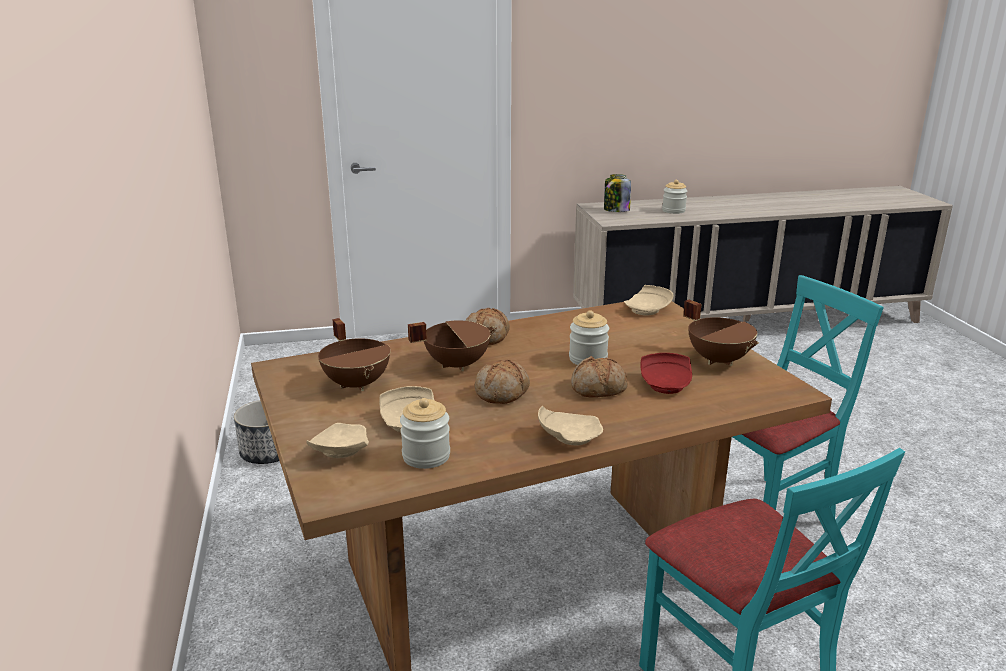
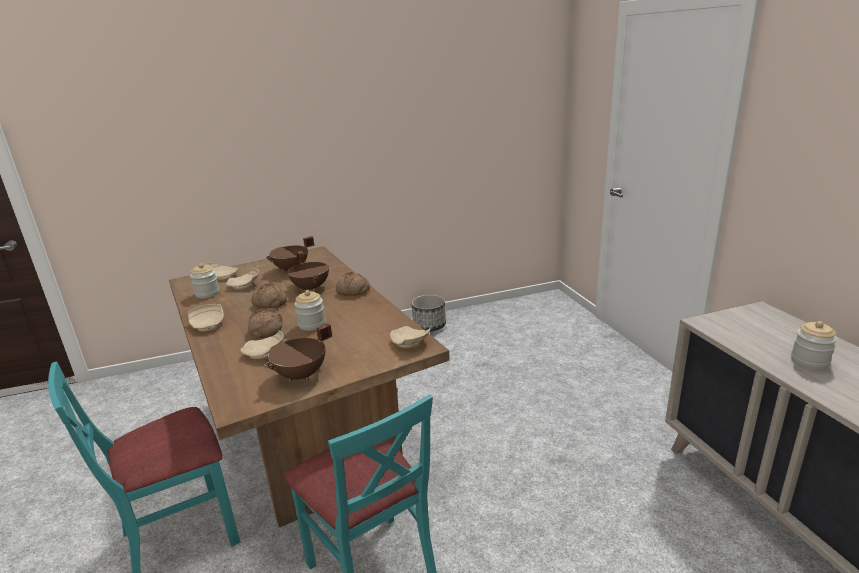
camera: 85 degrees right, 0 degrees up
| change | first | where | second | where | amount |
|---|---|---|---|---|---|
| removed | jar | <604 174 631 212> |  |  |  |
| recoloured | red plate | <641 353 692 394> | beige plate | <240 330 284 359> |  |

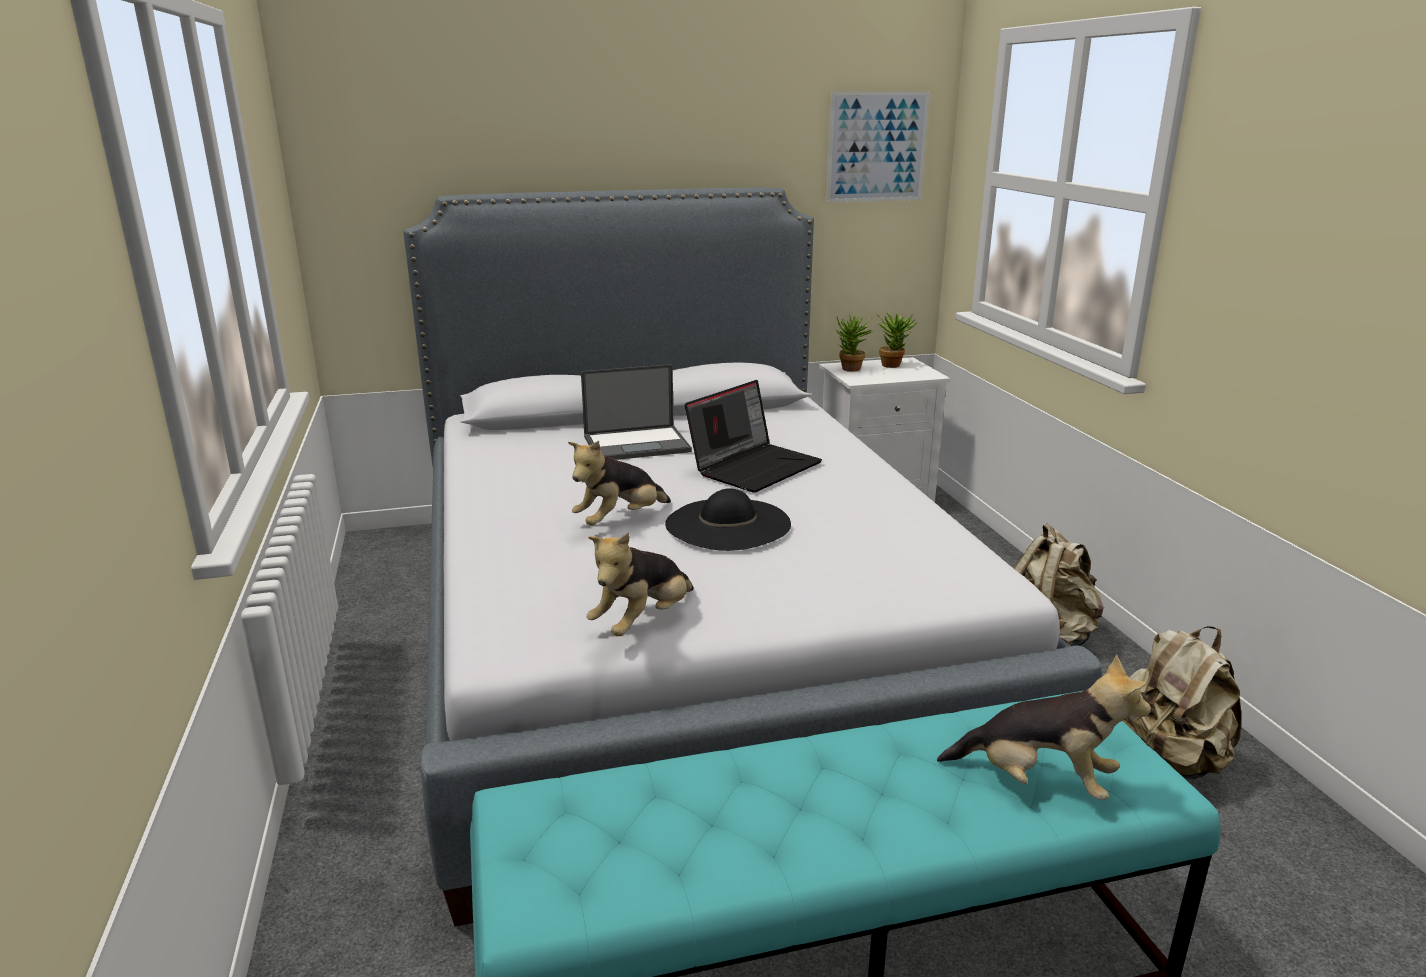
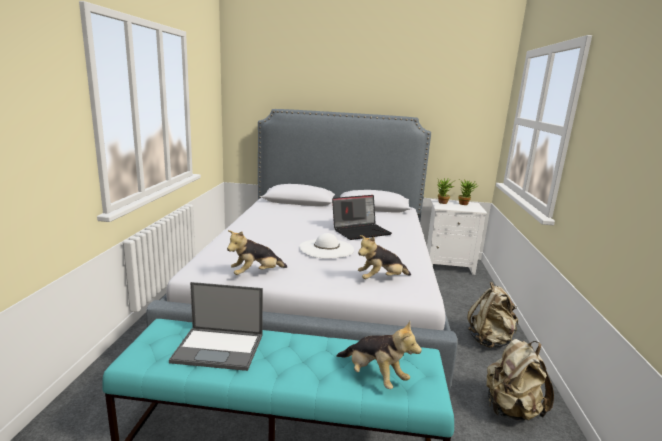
camera: 20 degrees right, 5 degrees down
| change | first | where | second | where | amount |
|---|---|---|---|---|---|
| moved | plush toy | <568 441 671 526> |  | <358 235 411 279> |  |
| moved | laptop | <581 364 692 460> |  | <169 282 263 371> |  |
| recoloured | black hat | <665 488 791 551> | white hat | <299 233 354 258> |  |
| removed | picture | <826 92 930 202> |  |  |  |

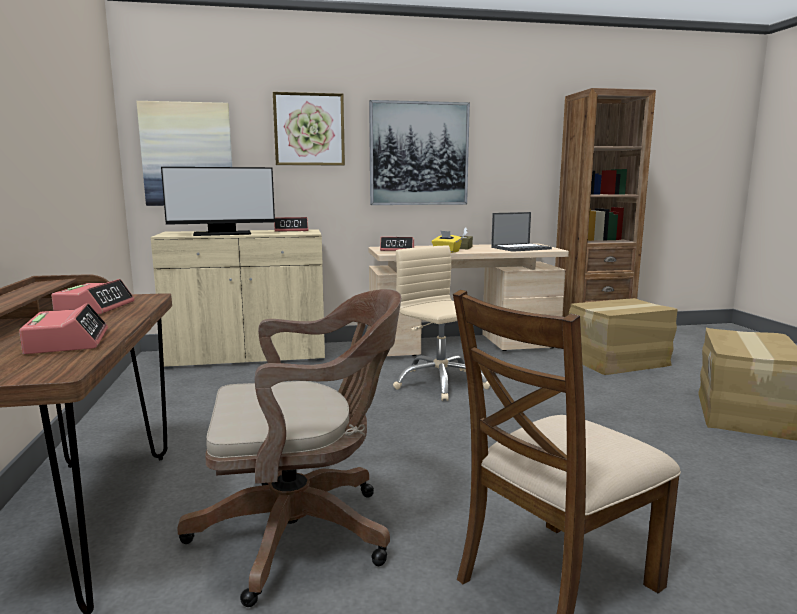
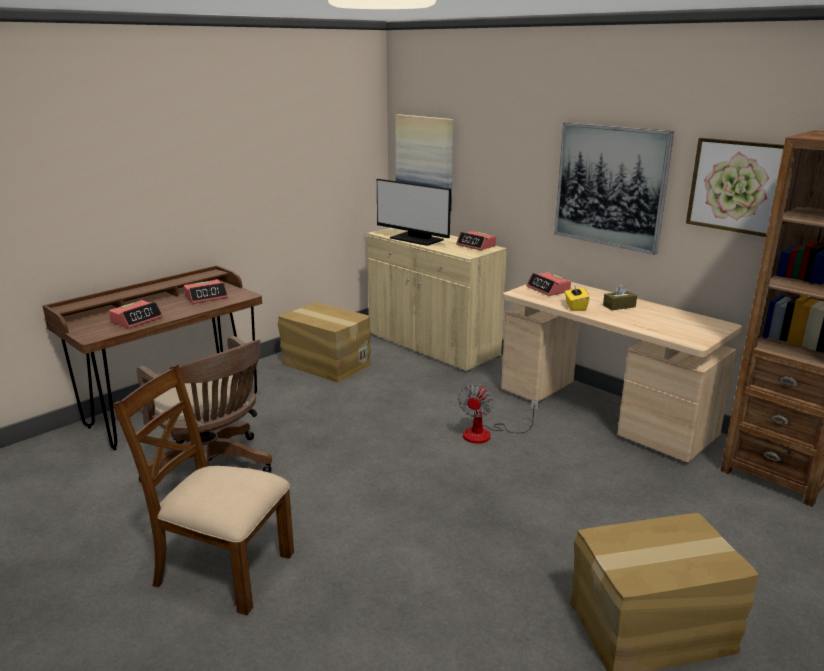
camera: 55 degrees right, 10 degrees up
| change | first | where | second | where | amount |
|---|---|---|---|---|---|
| moved | picture | <273 92 345 165> |  | <686 138 784 237> |  |
| replaced | beige office chair | <393 246 490 401> | fan | <458 384 539 444> |  |
| removed | laptop | <491 212 552 252> |  |  |  |
| moved | cardboard box | <569 298 678 375> |  | <278 302 371 382> |  |

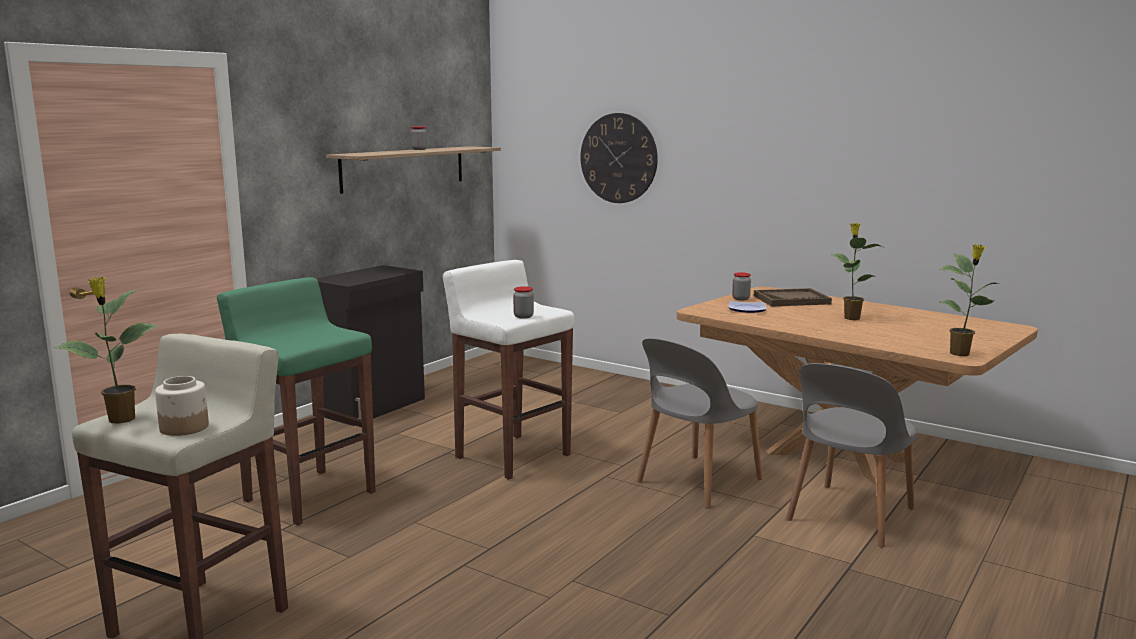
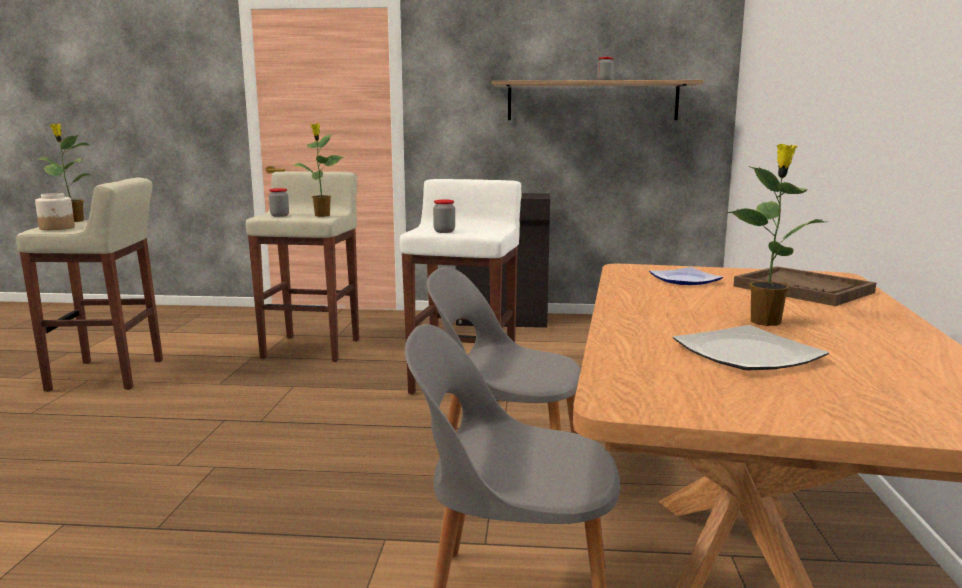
camera: 60 degrees right, 0 degrees up
| change | first | where | second | where | amount |
|---|---|---|---|---|---|
| recoloured | green stool | <217 277 376 525> | beige stool | <246 171 359 362> |  |
| removed | wall clock | <580 113 658 203> |  |  |  |
| moved | jar | <732 272 751 300> |  | <269 188 289 217> |  |
| moved | potted plant | <939 244 1000 356> |  | <292 123 344 217> |  |
| added |  |  | plate | <673 325 829 371> |  |

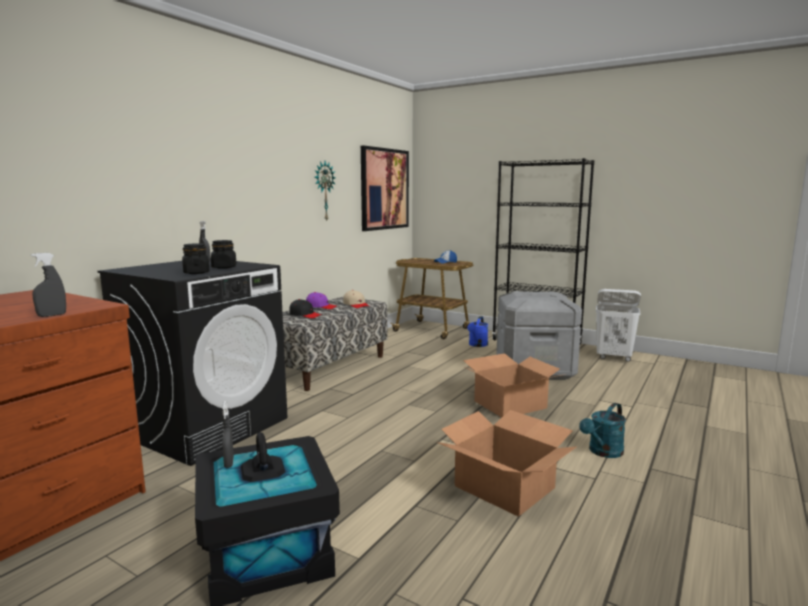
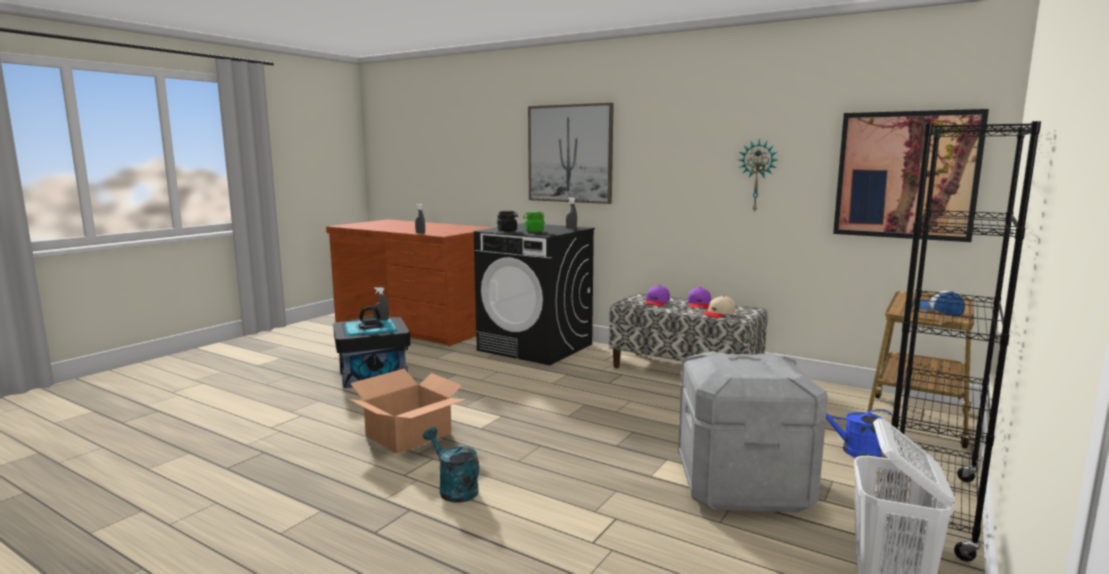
camera: 90 degrees right, 0 degrees up
| change | first | where | second | where | amount |
|---|---|---|---|---|---|
| recoloured | black jar | <211 240 236 269> | green jar | <523 211 545 233> |  |
| recoloured | black cap | <290 299 322 318> | purple cap | <645 285 670 306> |  |
| removed | cardboard box | <463 353 565 418> |  |  |  |
| added |  |  | picture | <528 103 614 204> |  |

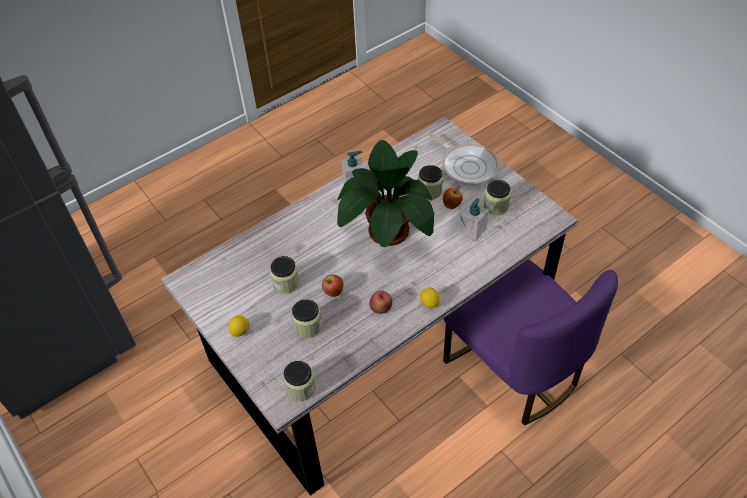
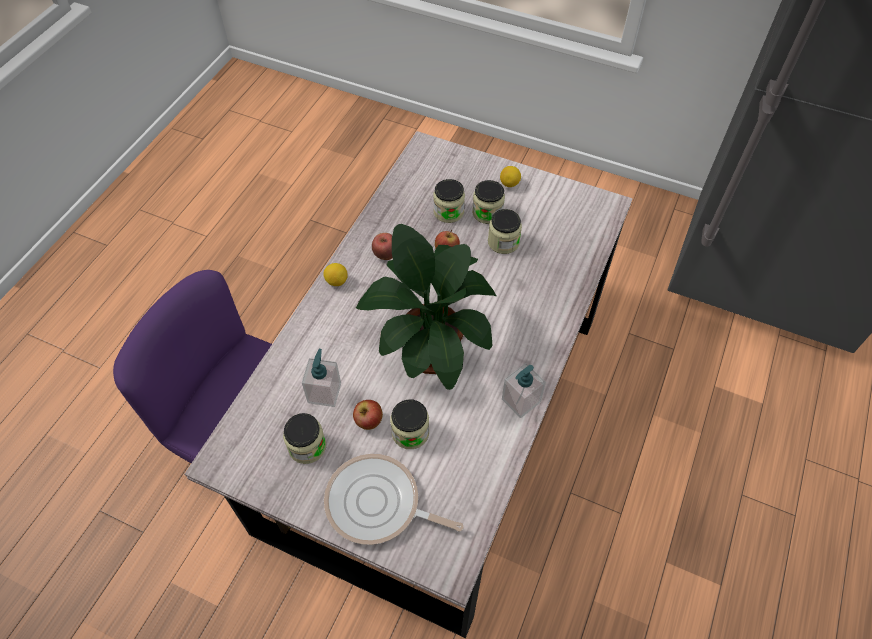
camera: 150 degrees right, 5 degrees up
| change | first | where | second | where | amount |
|---|---|---|---|---|---|
| moved | jar | <283 361 316 401> |  | <472 180 505 224> |  |

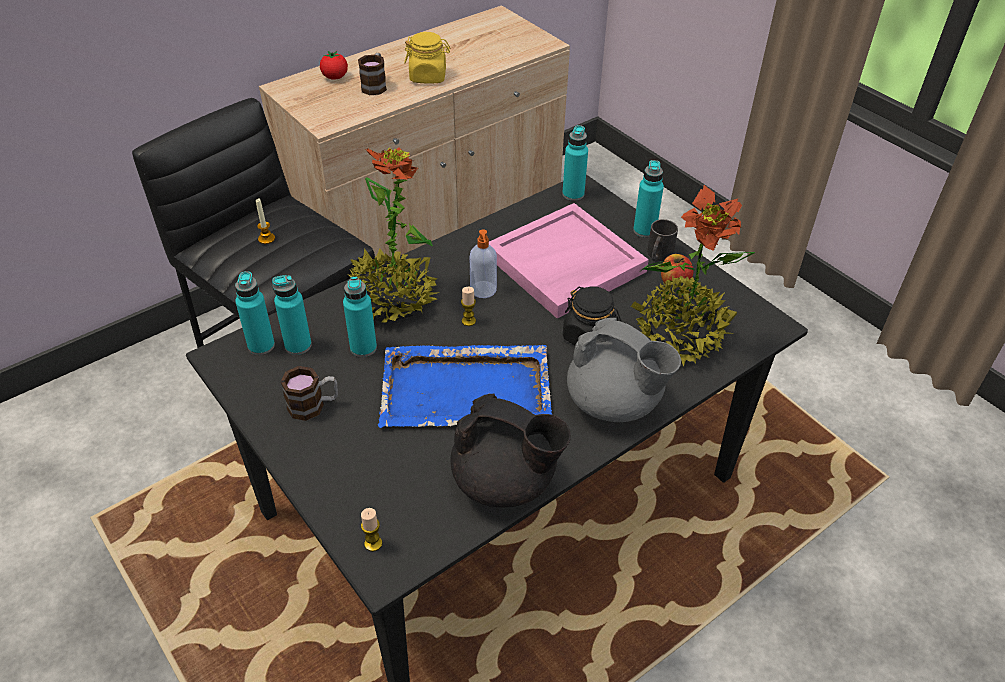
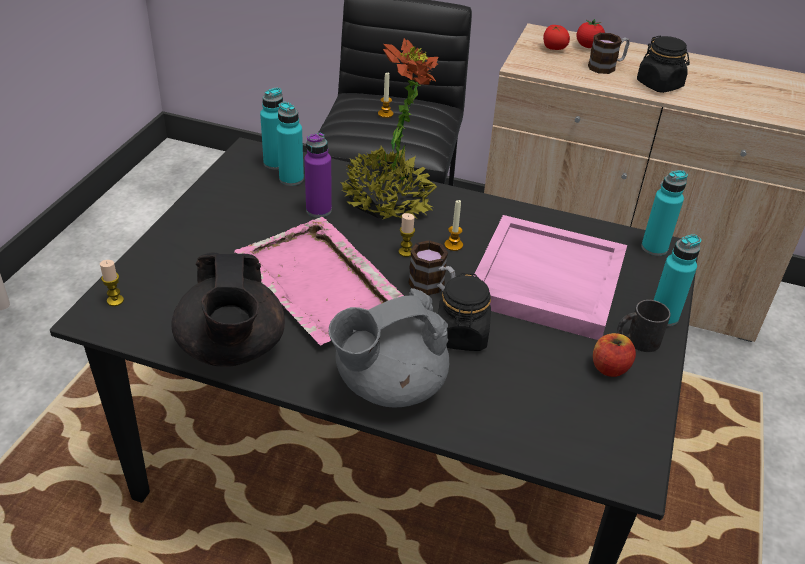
camera: 55 degrees right, 5 degrees down
| change | first | where | second | where | amount |
|---|---|---|---|---|---|
| moved | mug | <280 366 338 421> |  | <408 240 455 295> |  |
| recoloured | turquoise bottle | <343 276 377 357> | purple bottle | <304 133 332 218> |  |
| recoloured | blue tray | <378 345 552 428> | pink tray | <234 217 403 345> |  |
| recoloured | yellow jar | <404 32 450 84> | black jar | <637 36 690 93> |  |
| replaced | soap dispenser | <470 229 497 298> | candle | <444 199 463 251> |  |
| turned | grey teapot | <567 318 681 422> |  | <329 288 449 407> | 60 degrees clockwise |
| removed | potted plant | <631 185 755 367> |  |  |  |
| added |  |  | tomato | <543 25 570 50> |  |

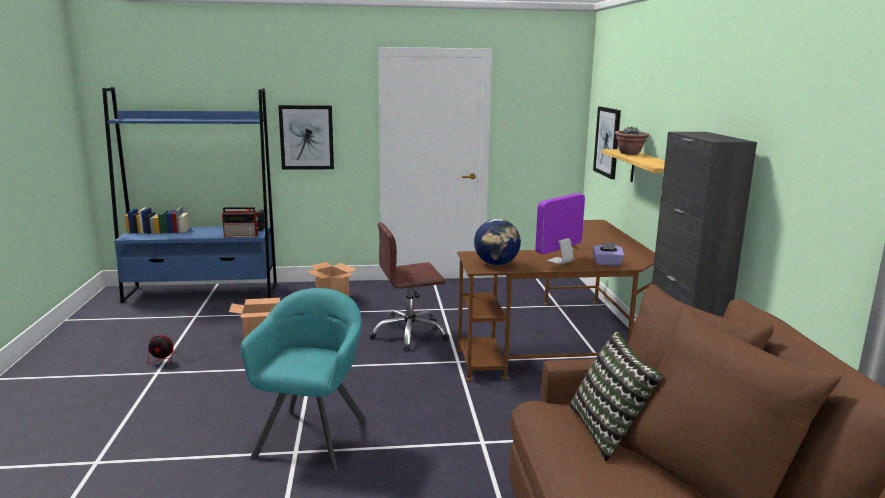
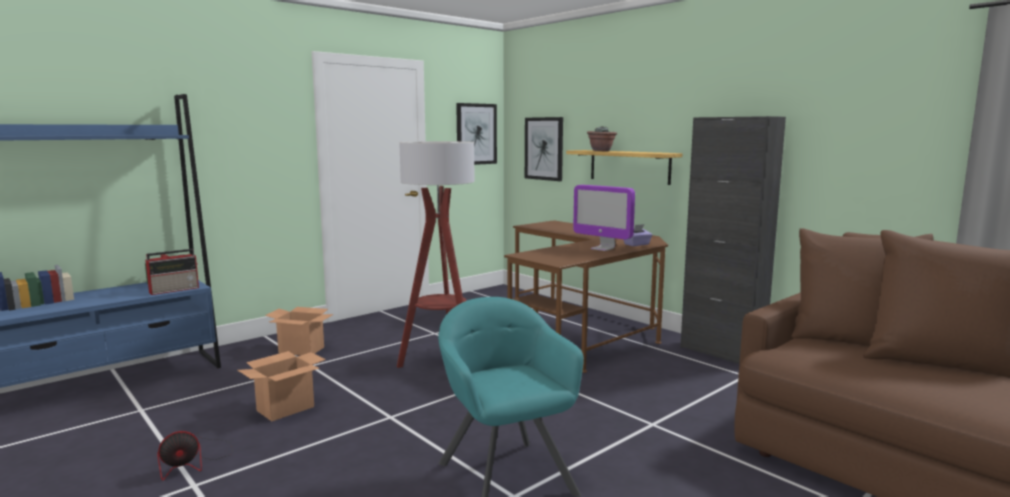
camera: 35 degrees left, 5 degrees down
| change | first | where | second | where | amount |
|---|---|---|---|---|---|
| moved | picture | <278 105 334 170> |  | <456 103 497 165> |  |
| replaced | brown office chair | <369 222 449 351> | floor lamp | <397 141 474 368> |  |
| removed | globe | <474 219 521 265> |  |  |  |
| turned | monitor | <535 194 585 265> |  | <573 185 635 251> | 60 degrees counterclockwise |
| removed | pillow | <570 332 663 461> |  |  |  |

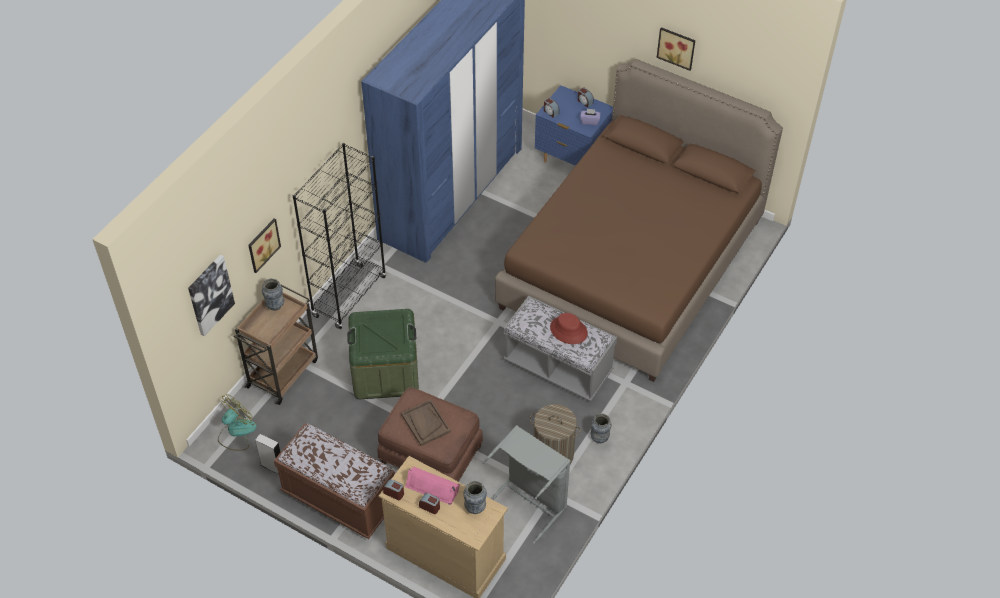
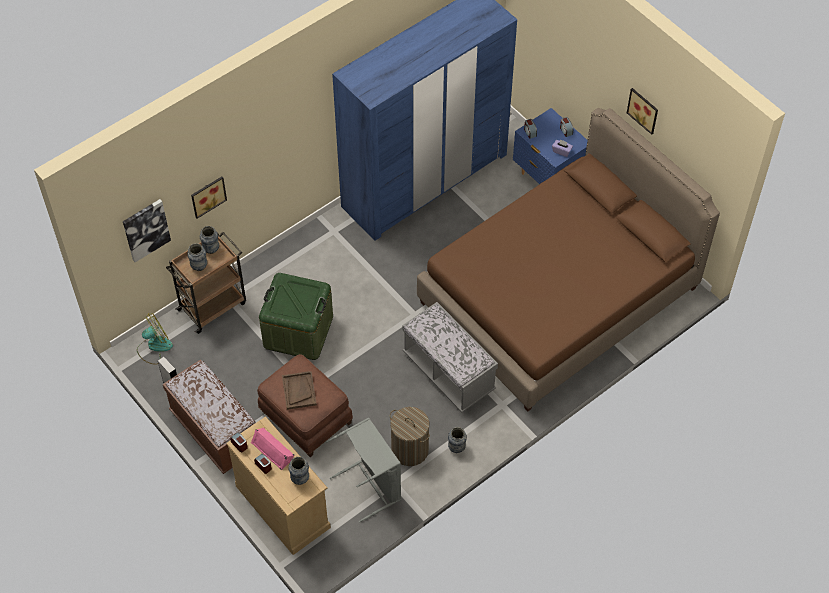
camera: 20 degrees right, 5 degrees up
| change | first | where | second | where | amount |
|---|---|---|---|---|---|
| removed | black bookcase | <292 143 386 330> |  |  |  |
| removed | red hat | <550 313 588 344> |  |  |  |
| added |  |  | vase | <187 243 207 271> |  |

